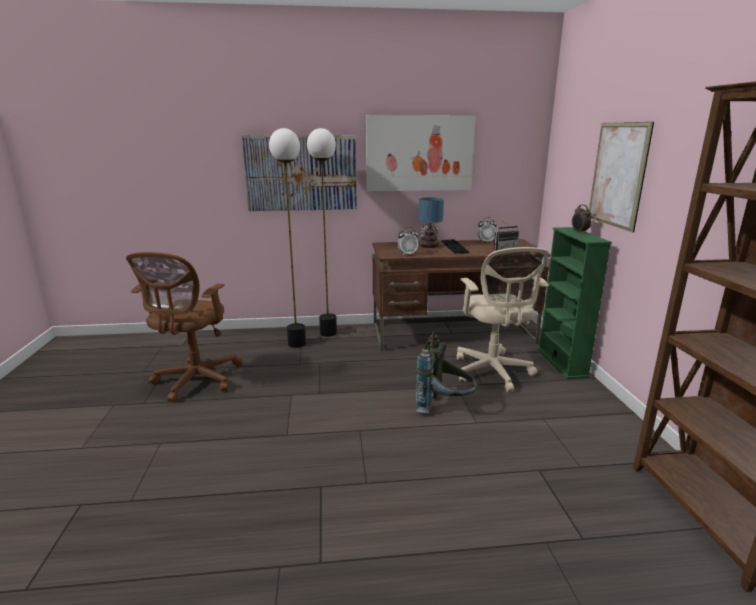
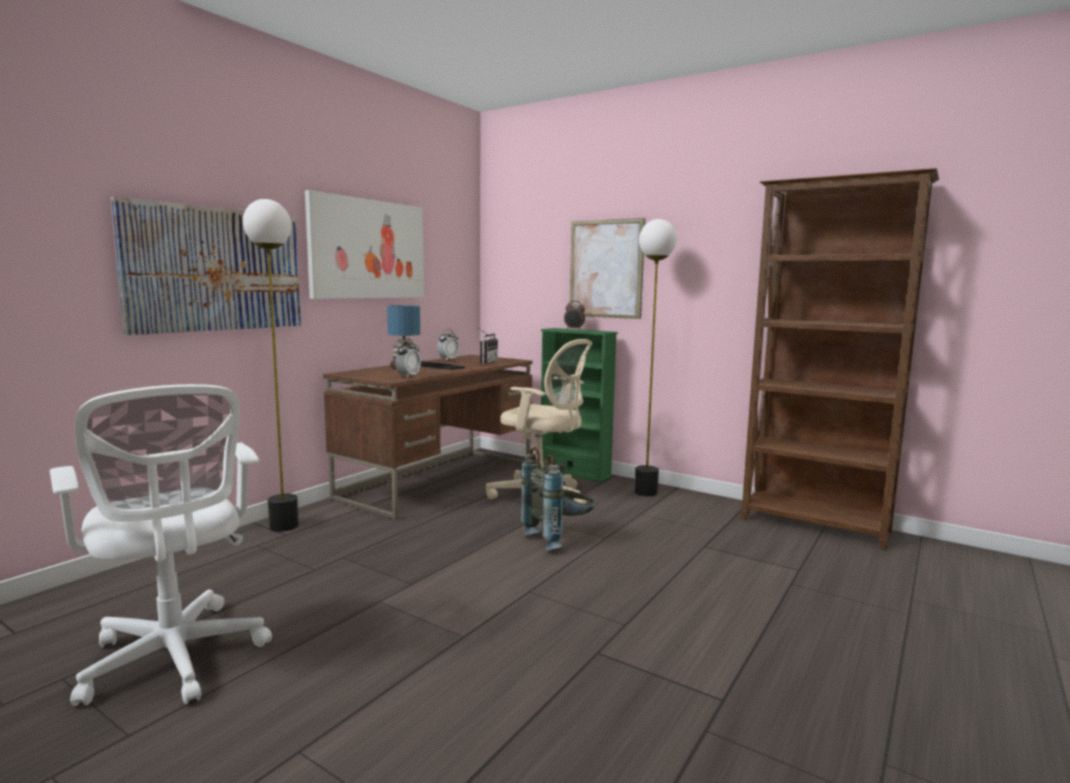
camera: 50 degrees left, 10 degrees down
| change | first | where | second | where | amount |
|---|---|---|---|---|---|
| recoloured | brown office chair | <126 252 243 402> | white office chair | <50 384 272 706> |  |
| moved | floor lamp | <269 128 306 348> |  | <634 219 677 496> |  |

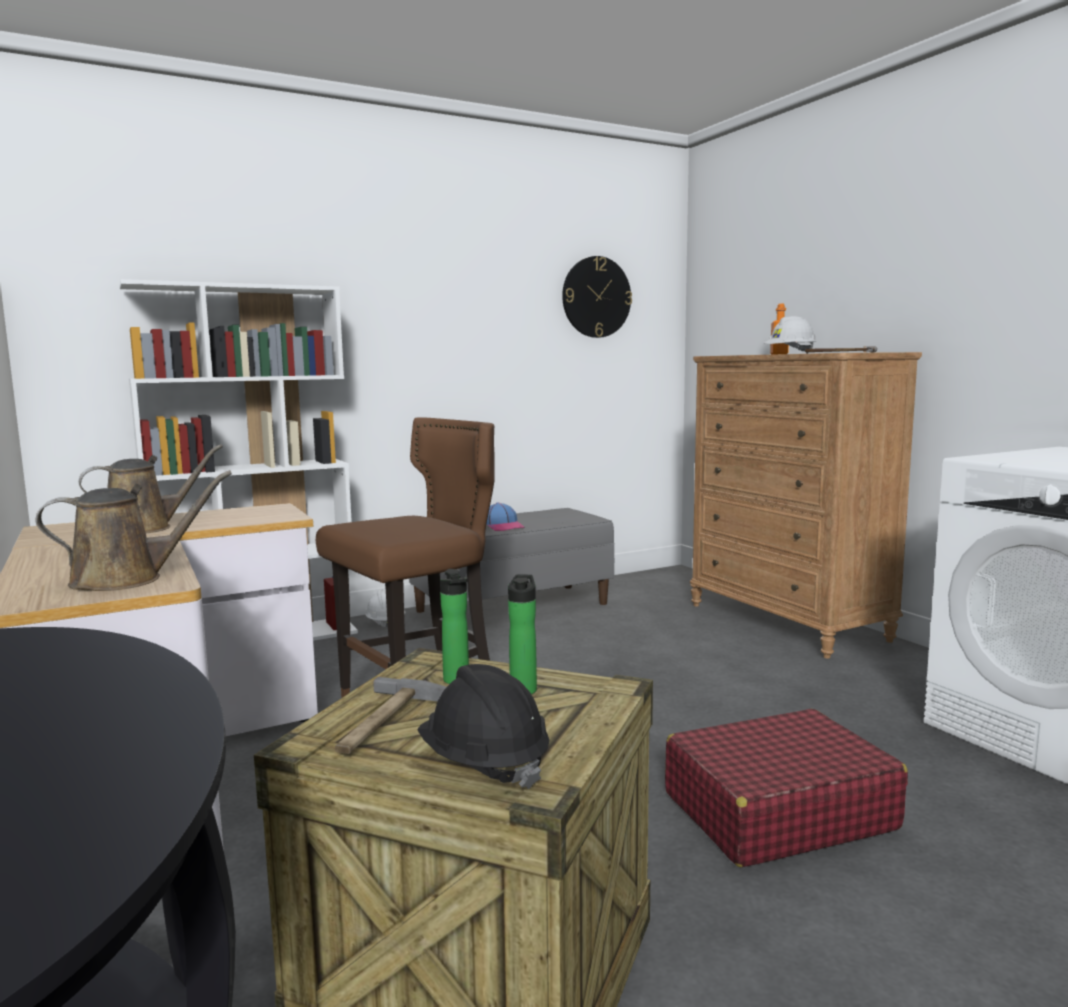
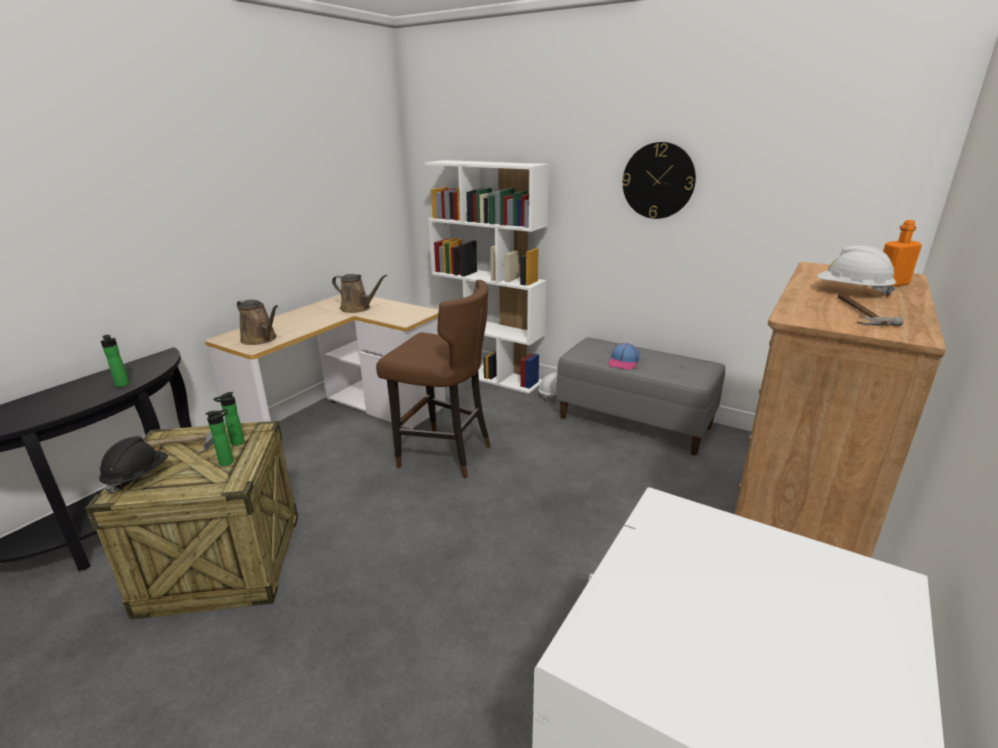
camera: 60 degrees right, 15 degrees up
| change | first | where | second | where | amount |
|---|---|---|---|---|---|
| moved | wall clock | <562 256 632 338> |  | <622 142 696 219> |  |
| removed | red suitcase | <665 709 908 867> |  |  |  |
| added |  |  | bottle | <101 335 129 387> |  |

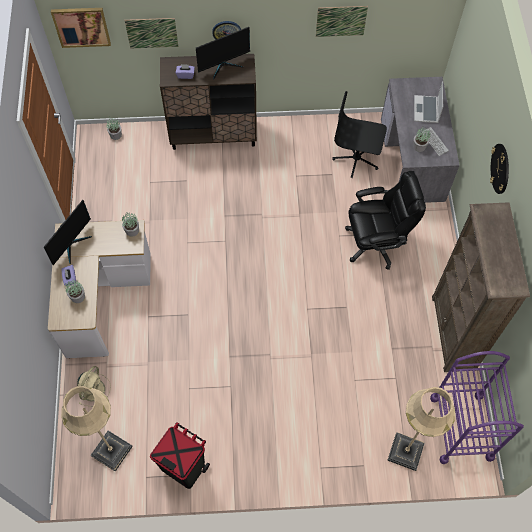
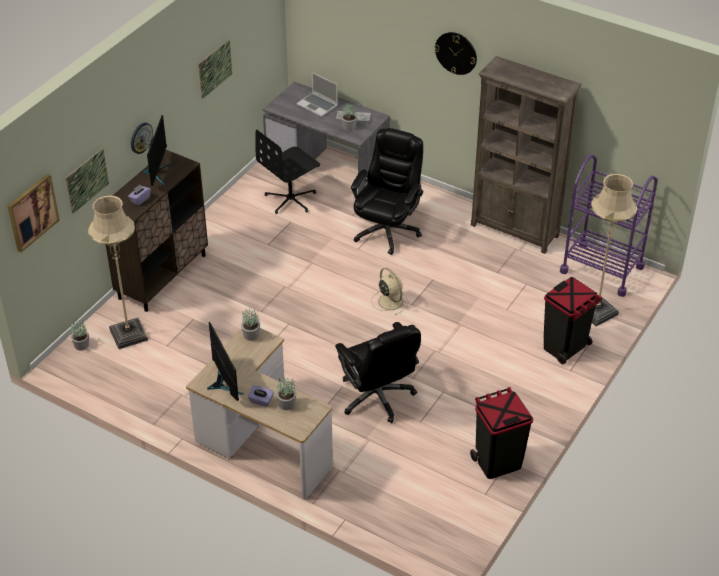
camera: 55 degrees left, 20 degrees down
| change | first | where | second | where | amount |
|---|---|---|---|---|---|
| moved | beige floor lamp | <61 386 133 472> |  | <88 195 148 349> |  |
| moved | beige fan | <77 366 111 407> |  | <371 268 409 315> |  |
| added |  |  | black office chair | <335 322 421 423> |  |
| added |  |  | black trash can | <544 277 602 364> |  |

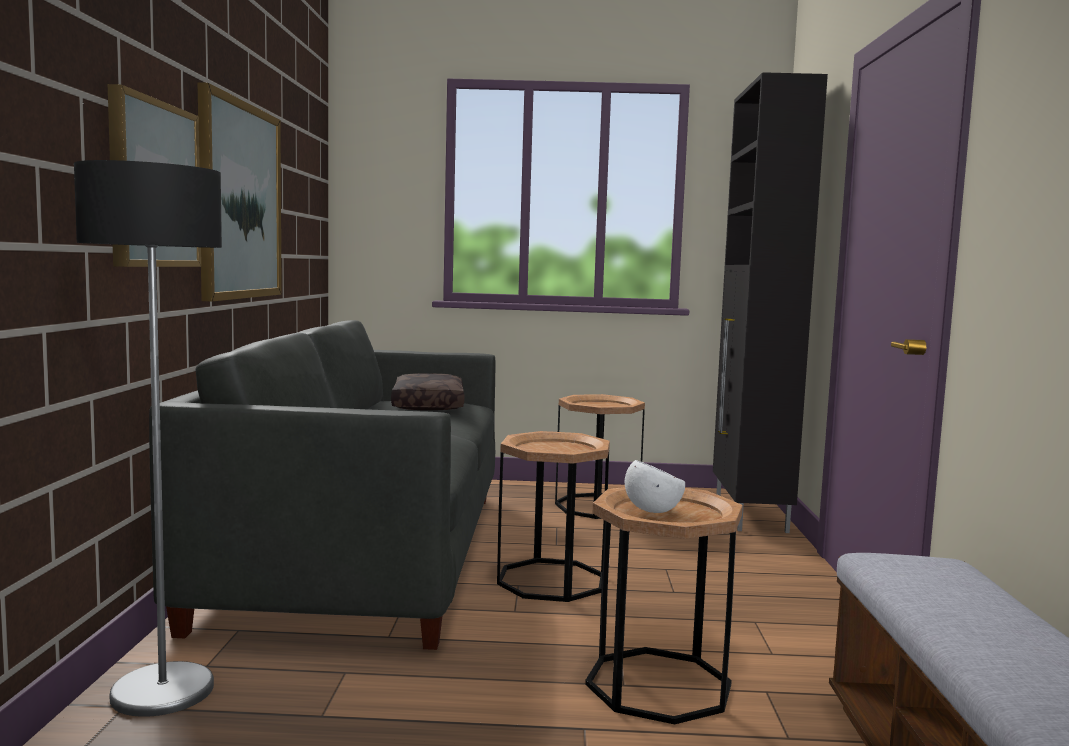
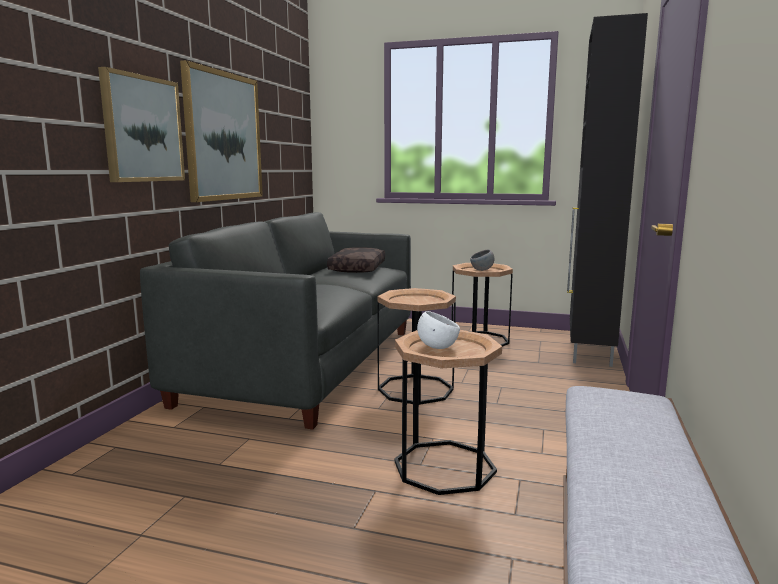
camera: 15 degrees right, 5 degrees up
| change | first | where | second | where | amount |
|---|---|---|---|---|---|
| removed | floor lamp | <74 160 222 717> |  |  |  |
| added |  |  | grey bowl | <470 250 495 271> |  |

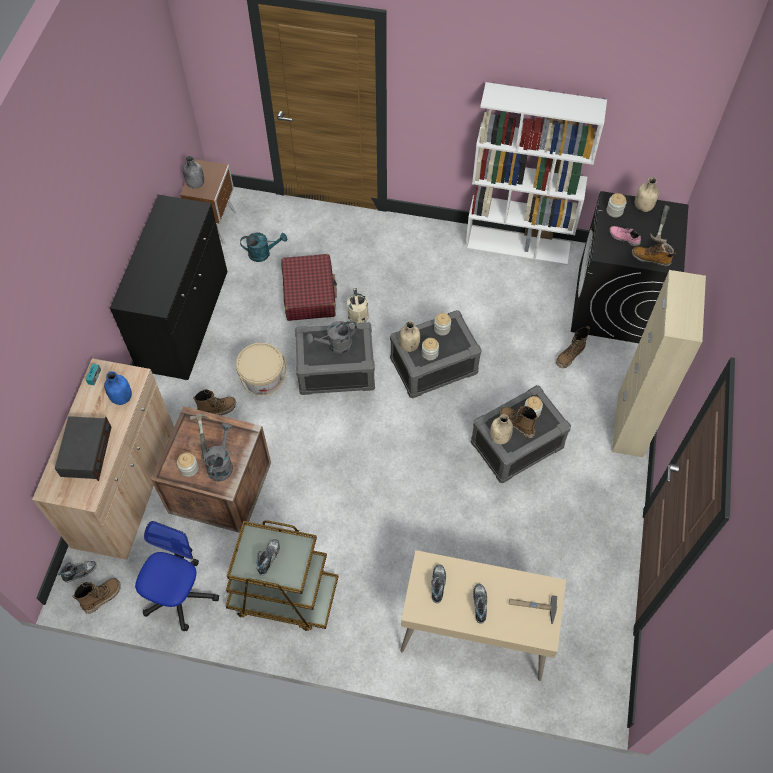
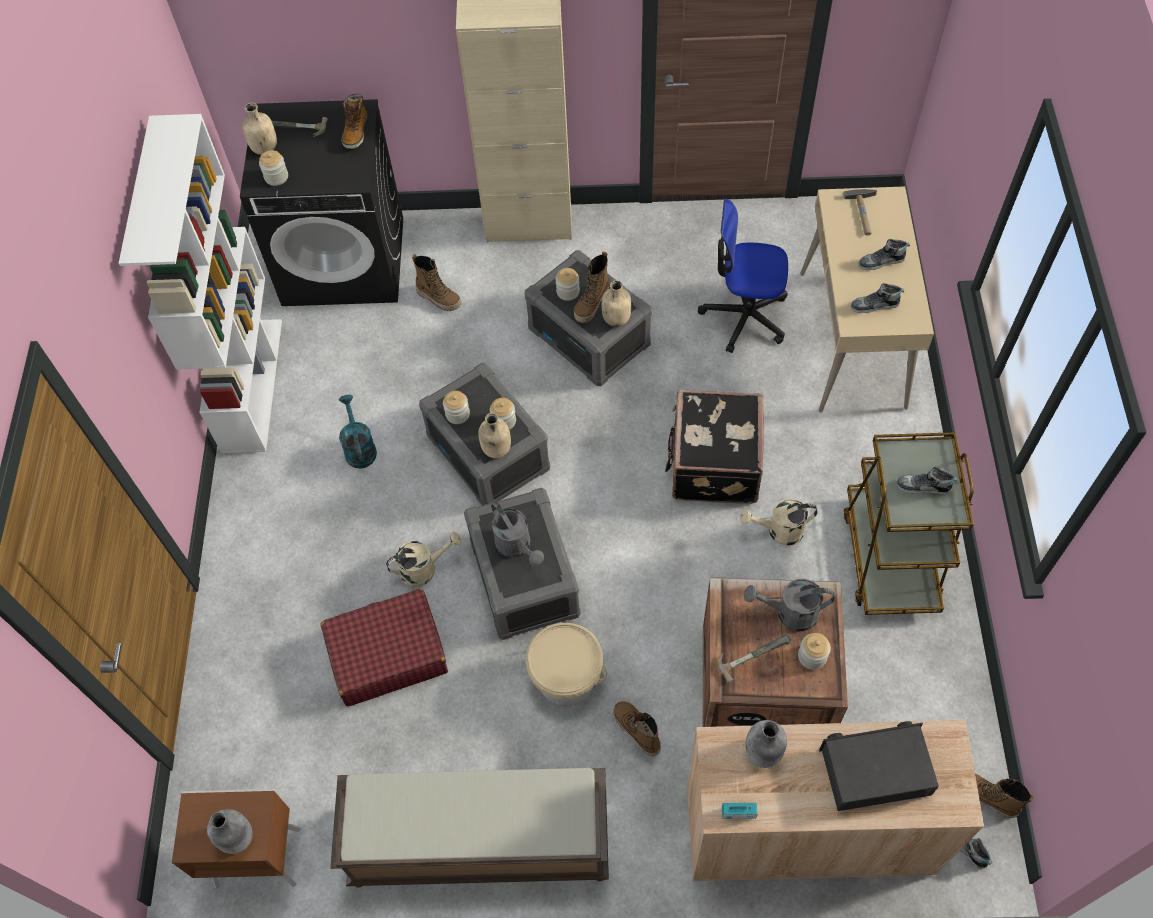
camera: 100 degrees left, 0 degrees up
| change | first | where | second | where | amount |
|---|---|---|---|---|---|
| recoloured | blue bottle | <104 371 132 405> | grey bottle | <745 720 787 768> |  |
| replaced | black cabinet | <110 195 228 380> | brown bench | <330 768 609 888> |  |
| moved | office chair | <135 521 219 631> |  | <698 199 788 353> |  |
| moved | turquoise watering can | <240 233 287 262> |  | <339 394 377 469> |  |
| removed | pink shoe | <609 226 641 246> |  |  |  |
| added |  |  | black suitcase | <665 389 764 504> |  |
| added |  |  | beige watering can | <740 499 817 545> |  |

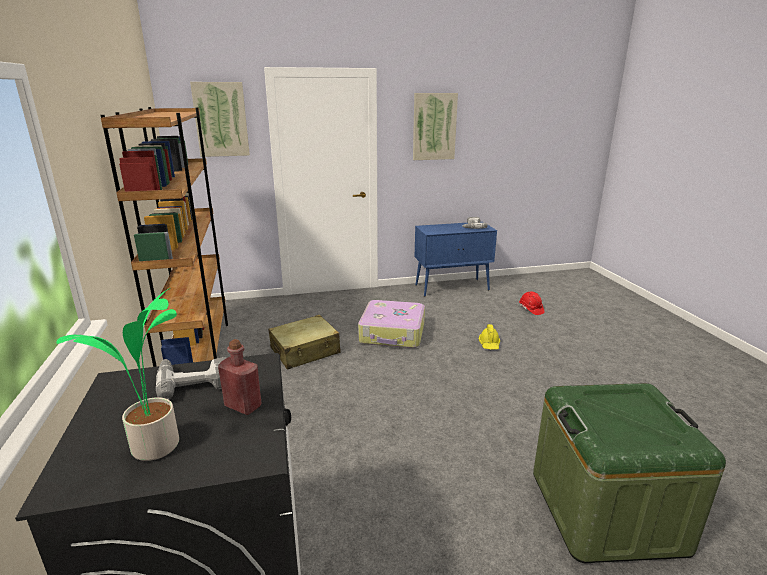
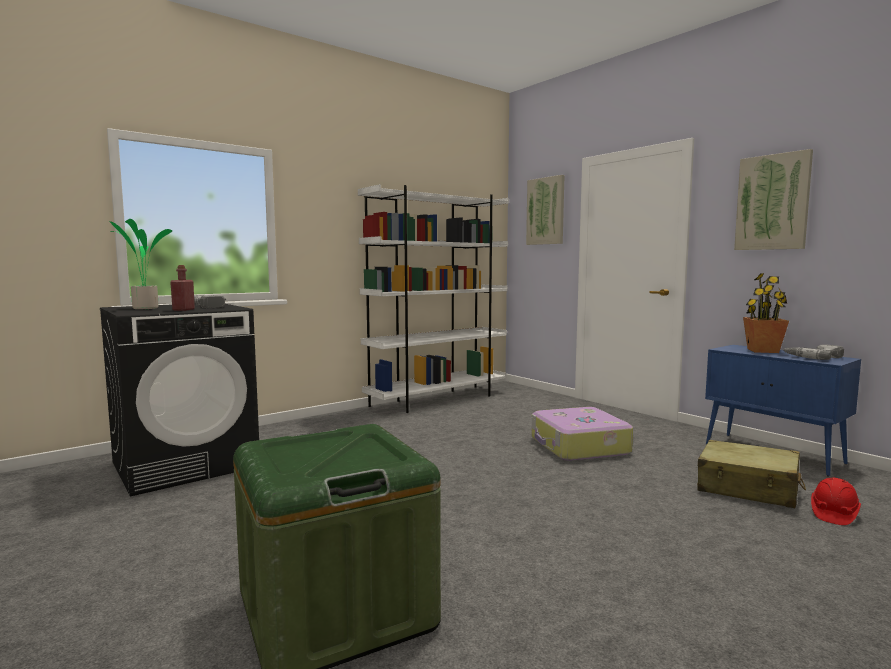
camera: 65 degrees right, 15 degrees down
| change | first | where | second | where | amount |
|---|---|---|---|---|---|
| recoloured | brown bookcase | <101 107 228 367> | white bookcase | <358 184 509 413> |  |
| moved | beige suitcase | <269 315 341 370> |  | <697 440 806 508> |  |
| removed | yellow hard hat | <479 324 500 350> |  |  |  |
| added |  |  | potted plant | <743 273 789 353> |  |

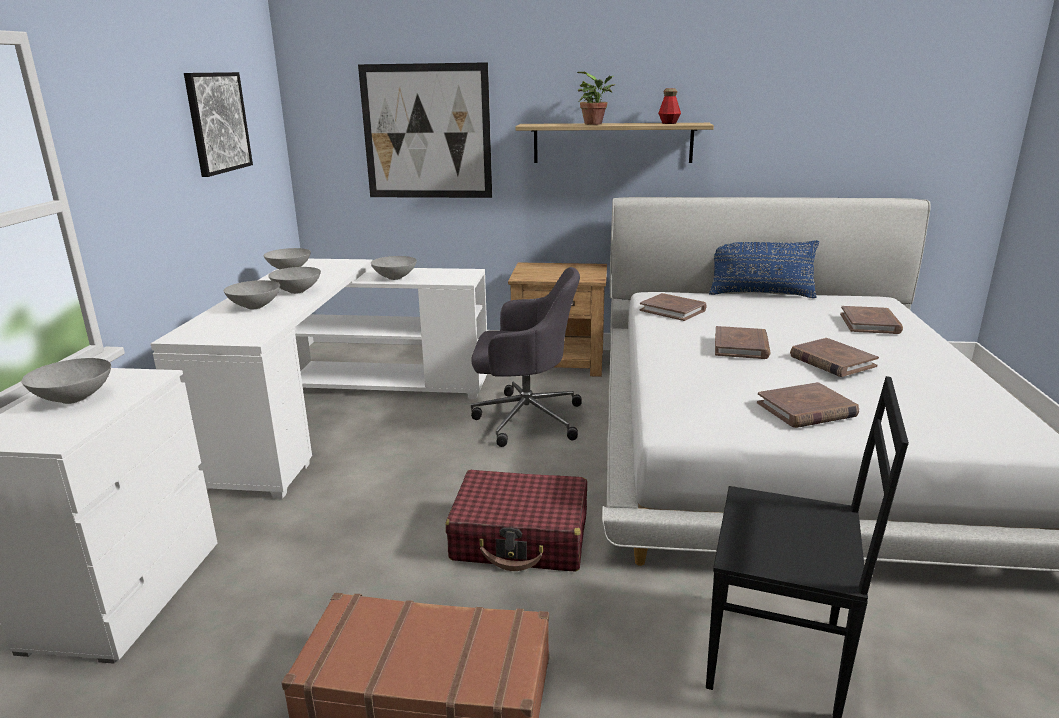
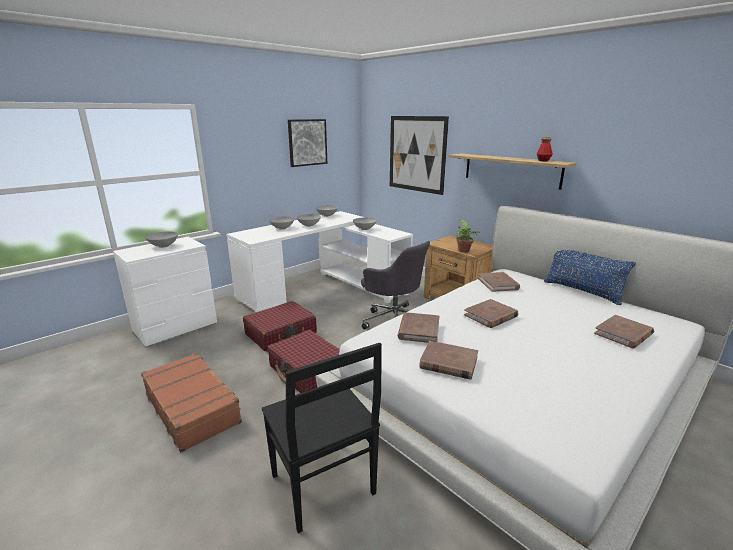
camera: 40 degrees right, 0 degrees up
| change | first | where | second | where | amount |
|---|---|---|---|---|---|
| moved | potted plant | <577 72 615 125> |  | <456 220 479 253> |  |
| moved | brown book | <790 338 879 377> |  | <398 312 439 343> |  |
| added |  |  | red suitcase | <243 301 317 352> |  |

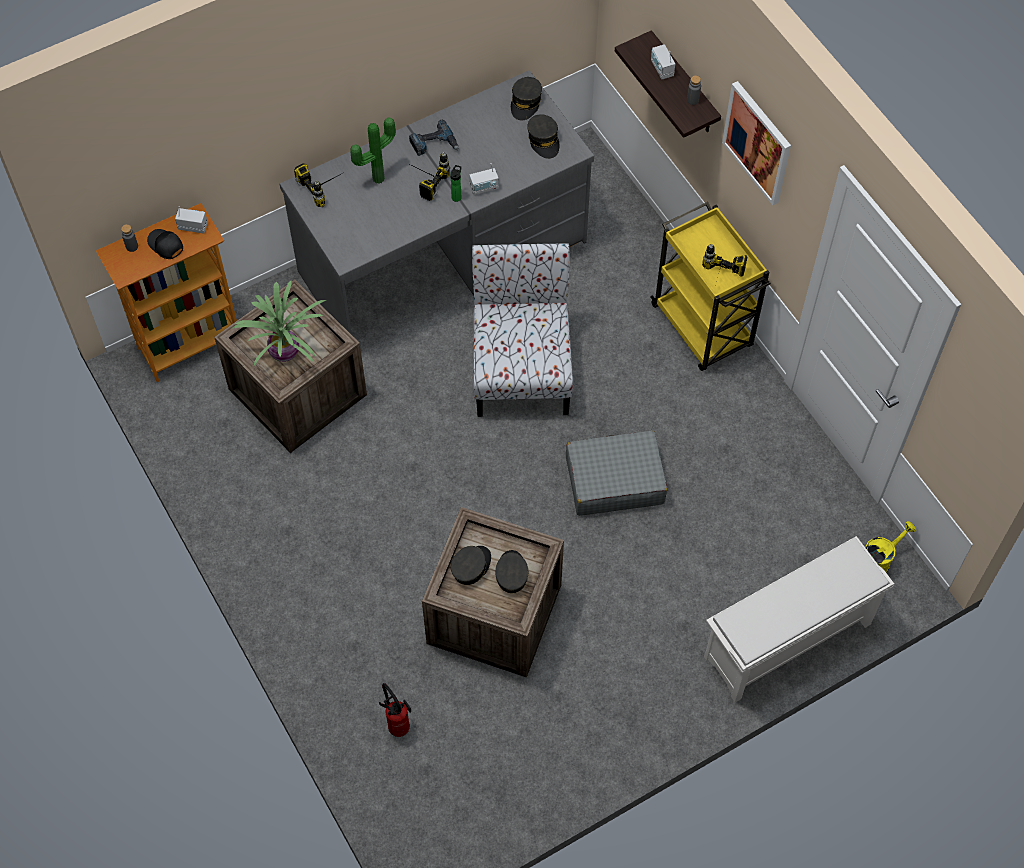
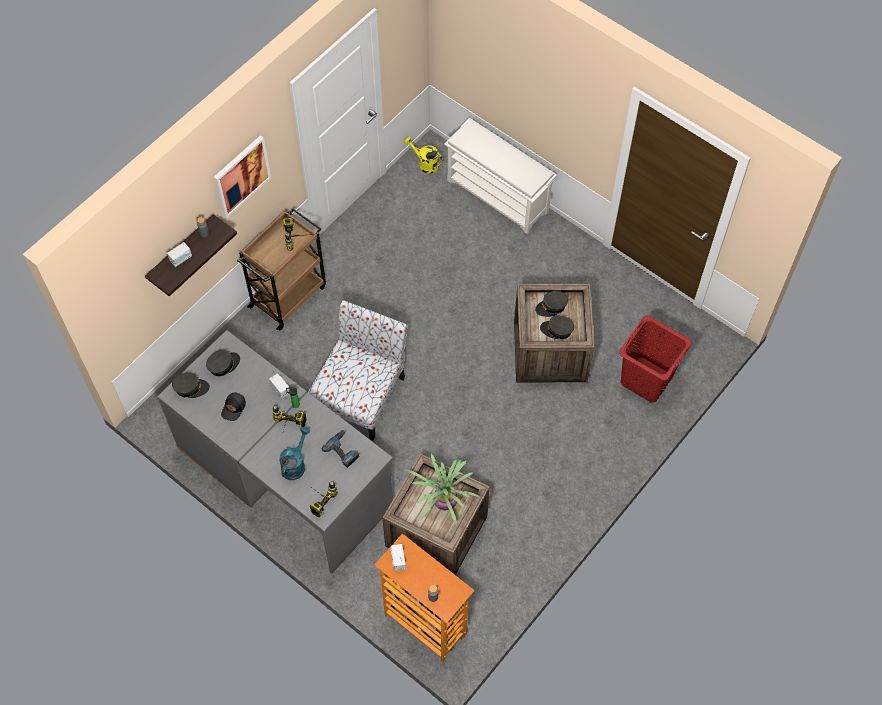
camera: 110 degrees left, 0 degrees up
| change | first | where | second | where | amount |
|---|---|---|---|---|---|
| moved | black cap | <147 229 183 259> |  | <221 392 246 421> |  |
| replaced | potted plant | <350 118 396 184> | turquoise watering can | <279 427 310 480> |  |
| replaced | fire extinguisher | <379 683 411 737> | red laundry basket | <619 316 692 403> |  |
| moved | power drill | <409 120 459 156> |  | <322 429 359 468> |  |
| turned | chair | <472 243 574 417> |  | <309 300 407 441> | 135 degrees clockwise |
| removed | grey suitcase | <566 430 667 516> |  |  |  |
| recoloured | yellow cart | <650 202 771 371> | brown cart | <237 209 326 330> |  |

